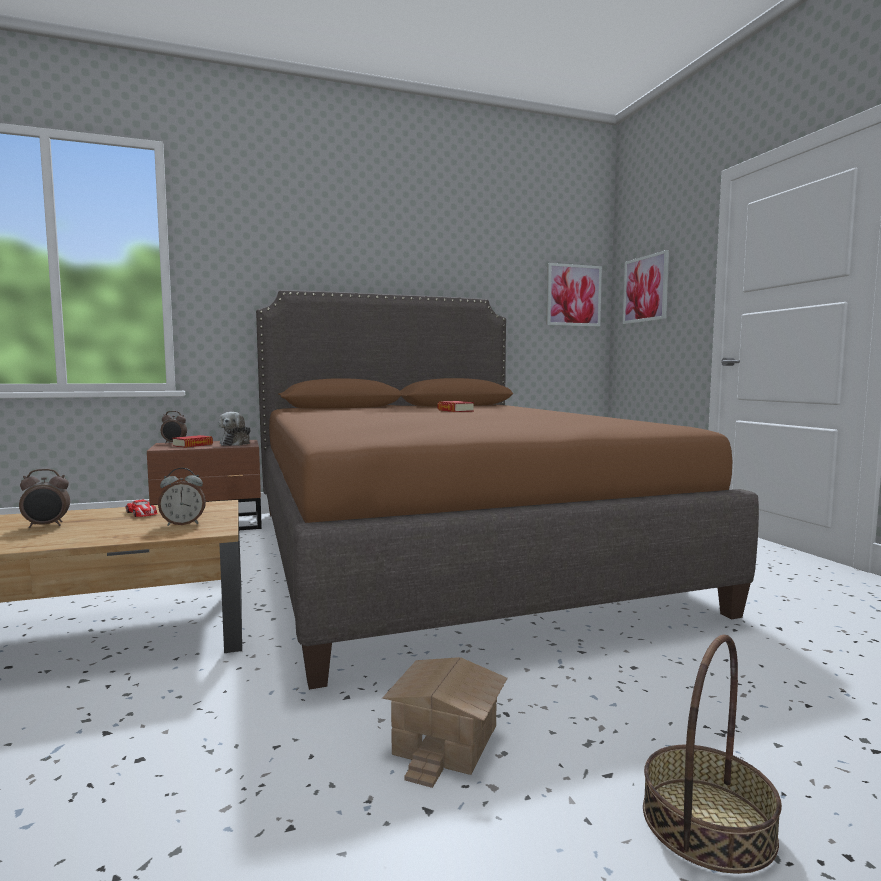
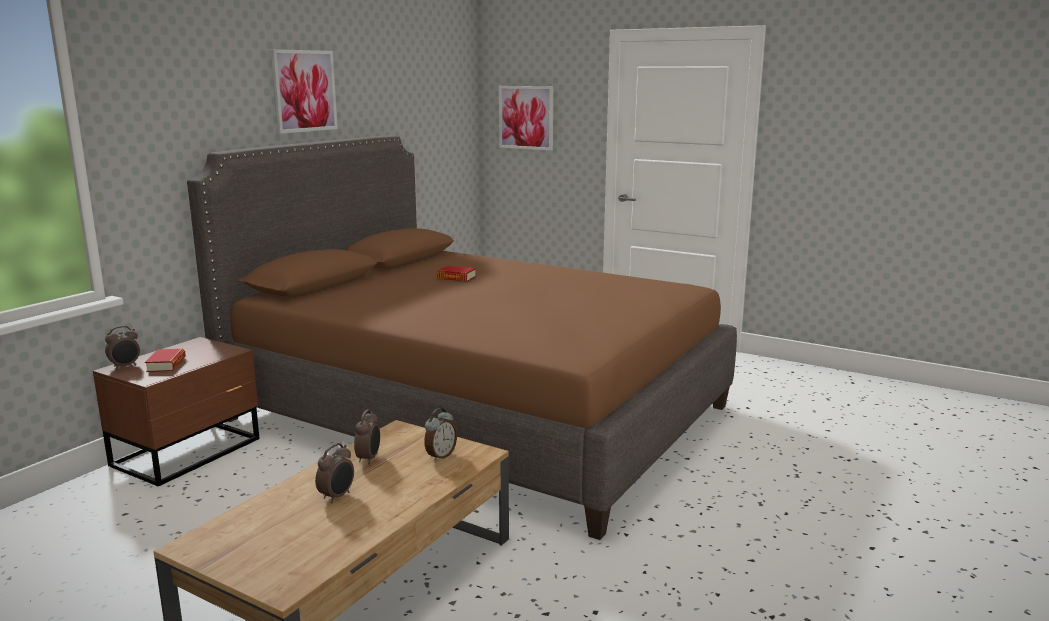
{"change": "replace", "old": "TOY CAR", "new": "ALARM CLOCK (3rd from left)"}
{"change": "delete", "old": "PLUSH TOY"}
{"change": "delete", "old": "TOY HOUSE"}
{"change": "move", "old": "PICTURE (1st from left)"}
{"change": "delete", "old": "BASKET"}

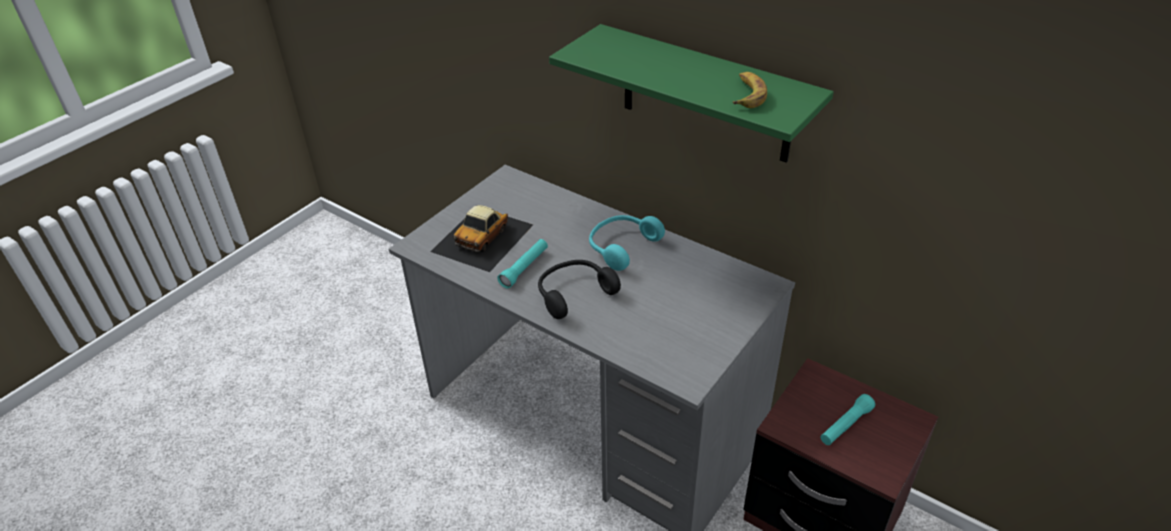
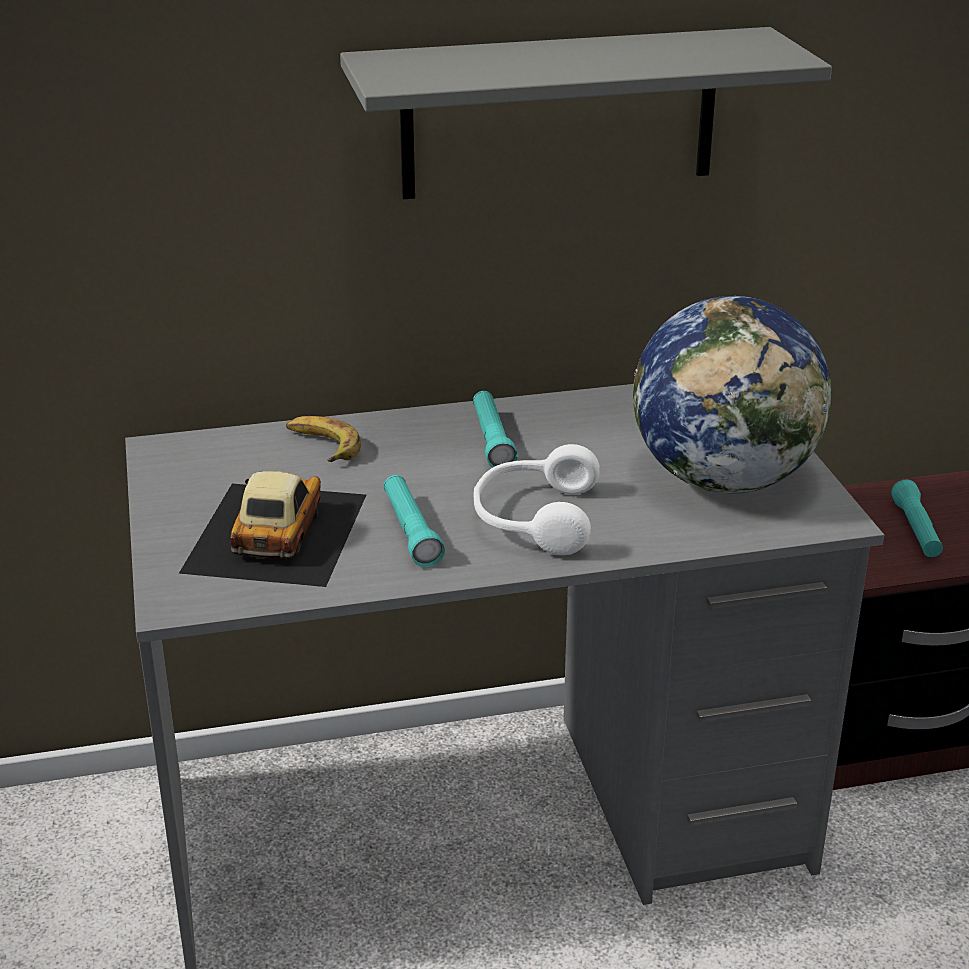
{"change": "rotate", "old": "TOY CAR", "degrees": -150}
{"change": "recolor", "old": "BLACK HEADPHONES", "new": "WHITE HEADPHONES"}
{"change": "recolor", "old": "GREEN SHELF", "new": "GREY SHELF"}
{"change": "replace", "old": "TURQUOISE HEADPHONES", "new": "TURQUOISE FLASHLIGHT (2nd from left)"}
{"change": "move", "old": "BANANA"}
{"change": "insert", "new": "GLOBE"}

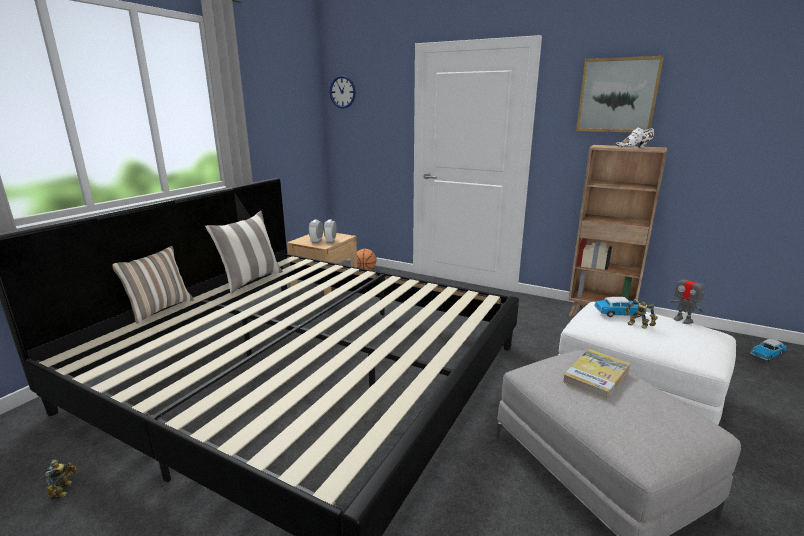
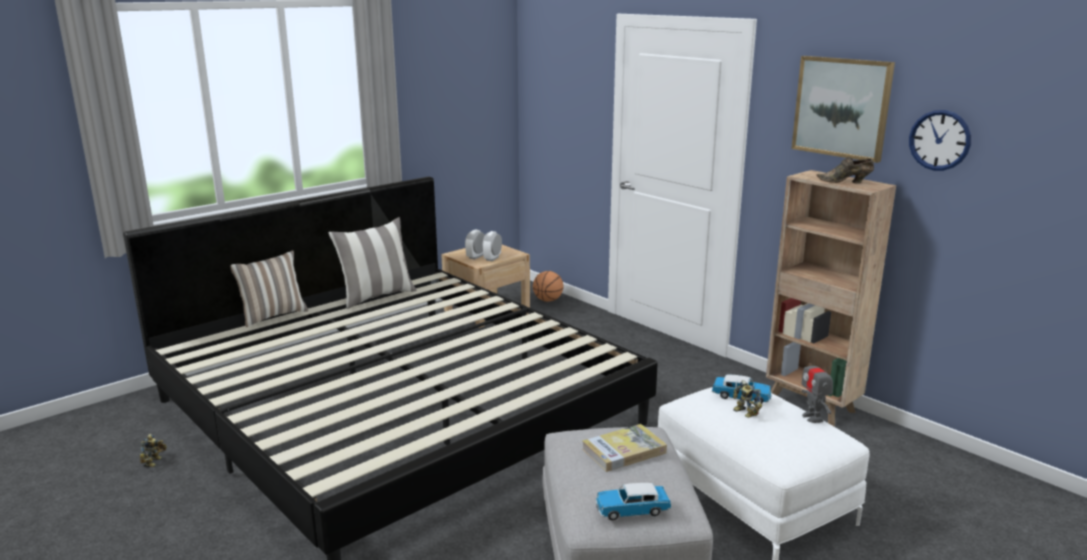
{"change": "move", "old": "WALL CLOCK"}
{"change": "recolor", "old": "WHITE SHOE", "new": "BROWN SHOE"}
{"change": "move", "old": "TOY CAR (2nd from left in the first image)", "new": "TOY CAR (1st from left)"}

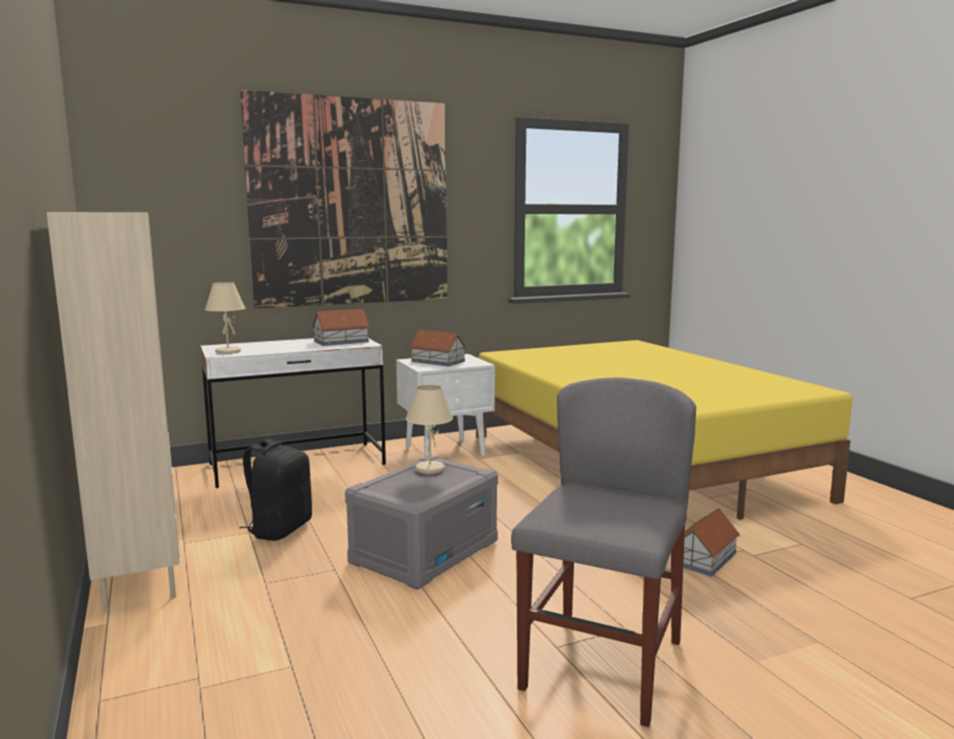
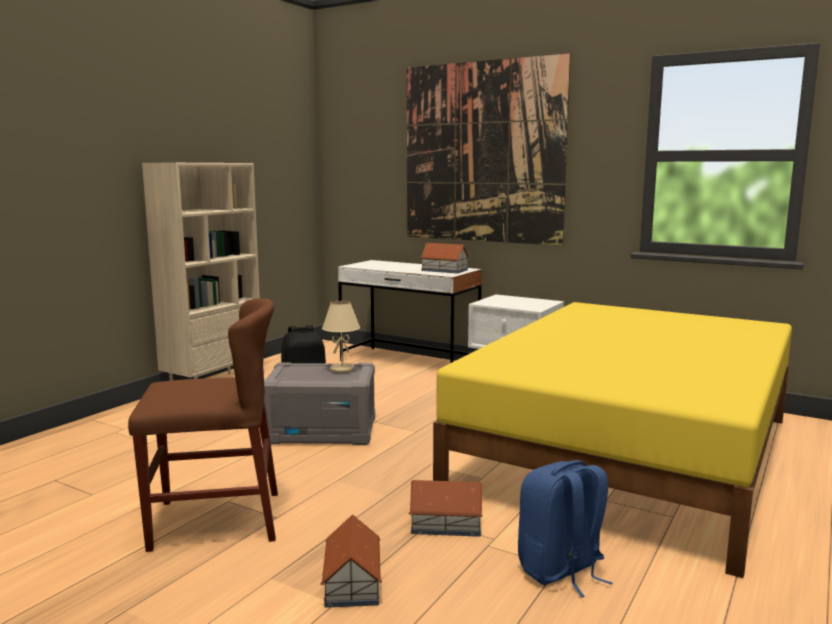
{"change": "delete", "old": "BEIGE TABLE LAMP (1st from left)"}
{"change": "move", "old": "TOY HOUSE (2nd from left in the first image)", "new": "TOY HOUSE (1st from left)"}
{"change": "recolor", "old": "GREY CHAIR", "new": "BROWN CHAIR"}
{"change": "insert", "new": "BLUE BACKPACK"}

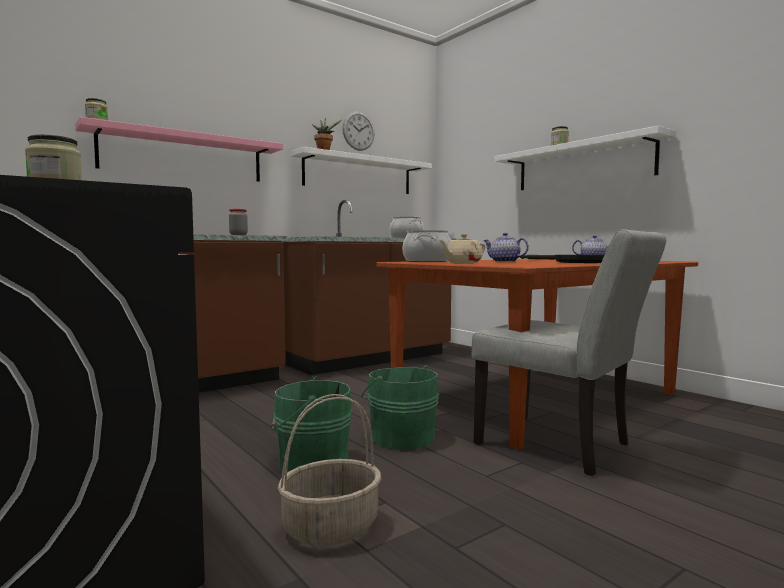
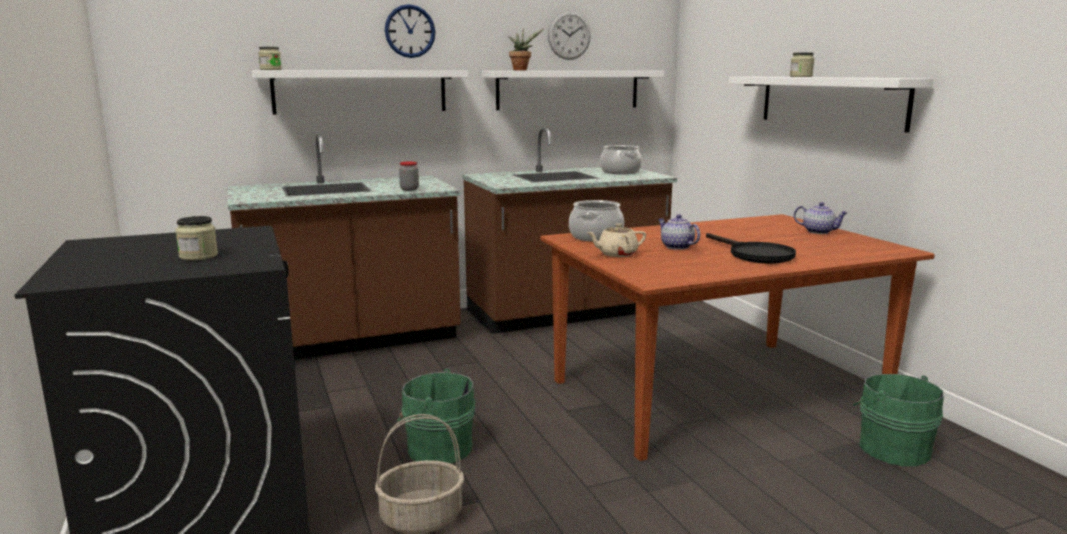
{"change": "recolor", "old": "PINK SHELF", "new": "WHITE SHELF (1st from left)"}
{"change": "move", "old": "GREEN BUCKET (2nd from left)"}
{"change": "delete", "old": "GREY CHAIR"}
{"change": "insert", "new": "WALL CLOCK (1st from left)"}

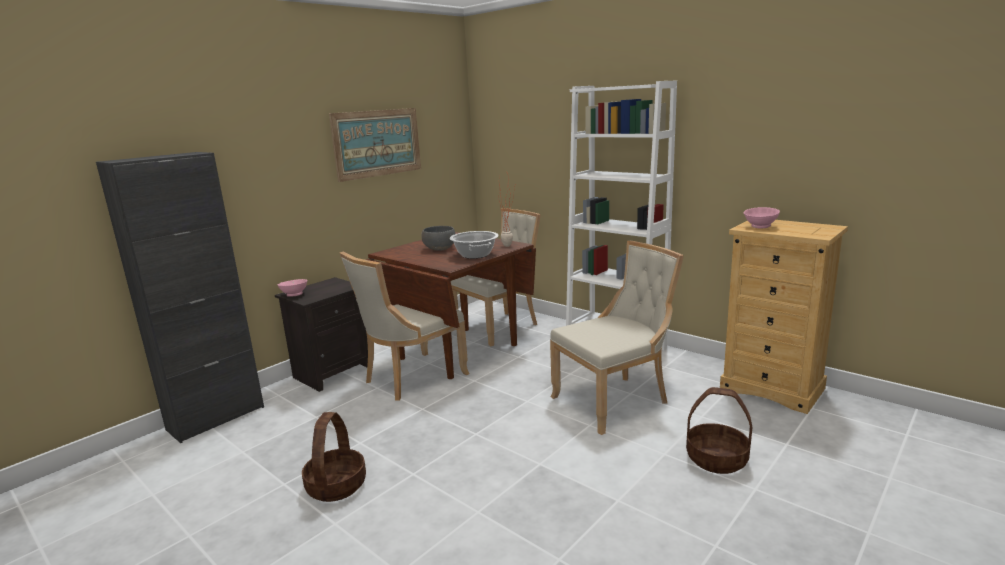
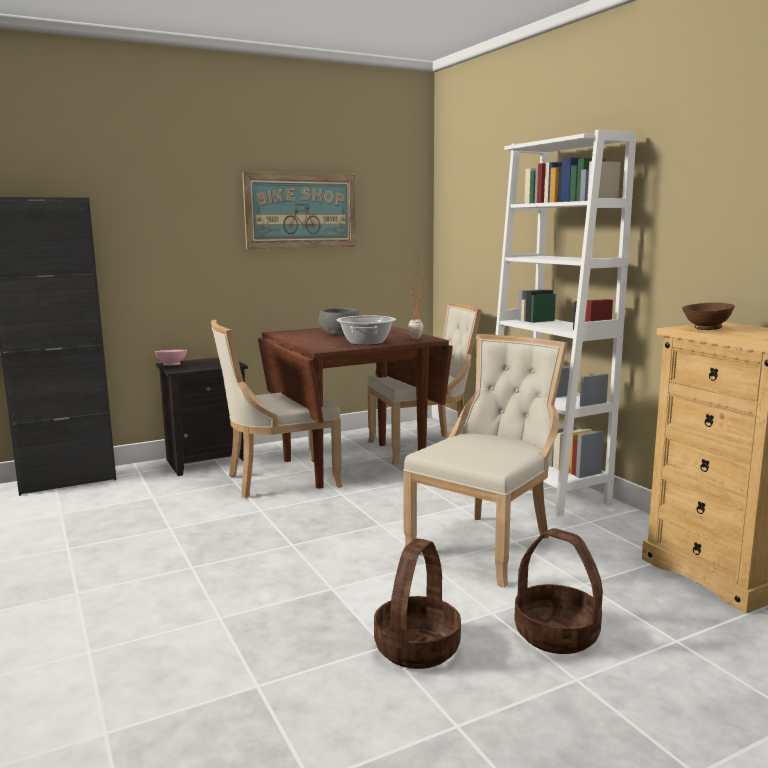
{"change": "move", "old": "BASKET (1st from left)"}
{"change": "rotate", "old": "BEIGE CHAIR (3rd from left)", "degrees": -45}
{"change": "recolor", "old": "PINK BOWL (2nd from left)", "new": "BROWN BOWL"}

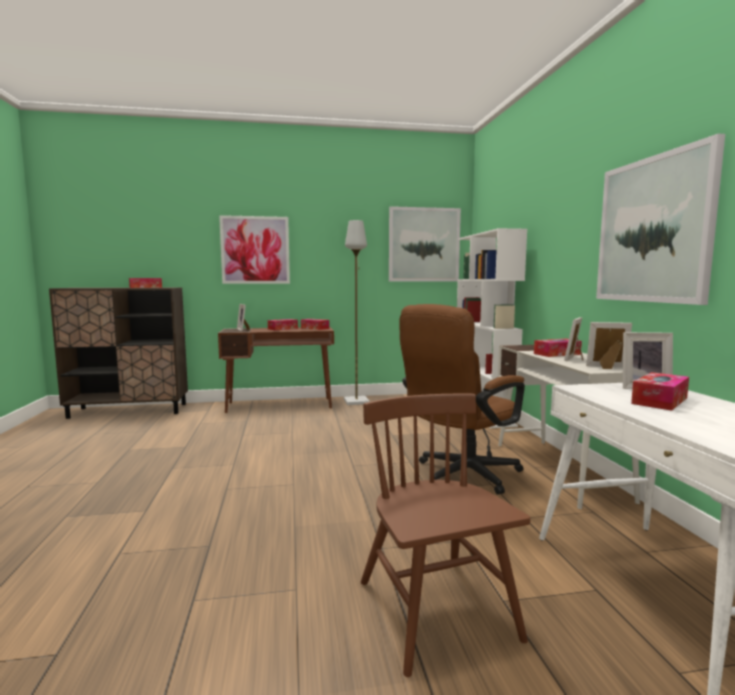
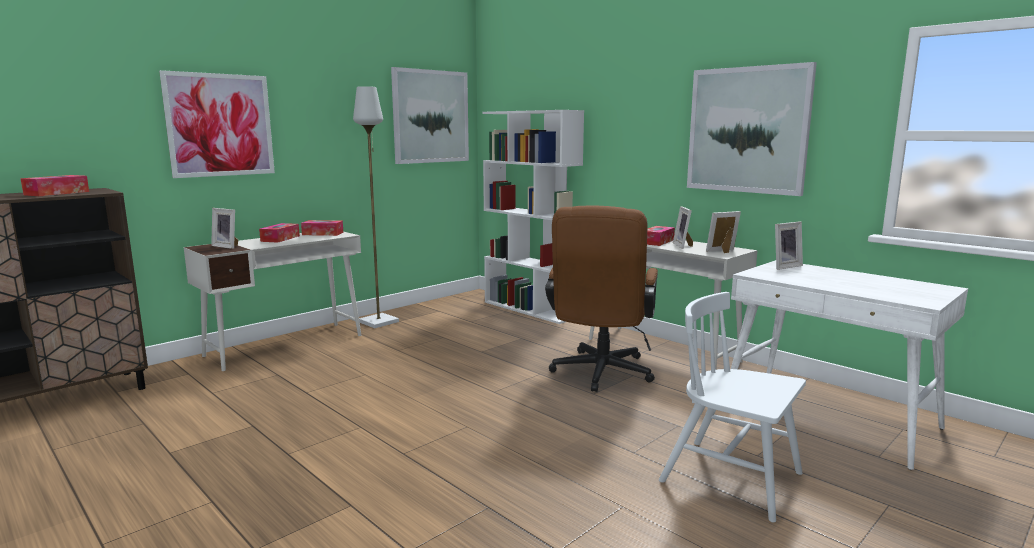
{"change": "recolor", "old": "BROWN DESK", "new": "WHITE DESK (1st from left)"}
{"change": "recolor", "old": "BROWN CHAIR", "new": "WHITE CHAIR"}
{"change": "delete", "old": "TISSUE BOX (5th from left)"}

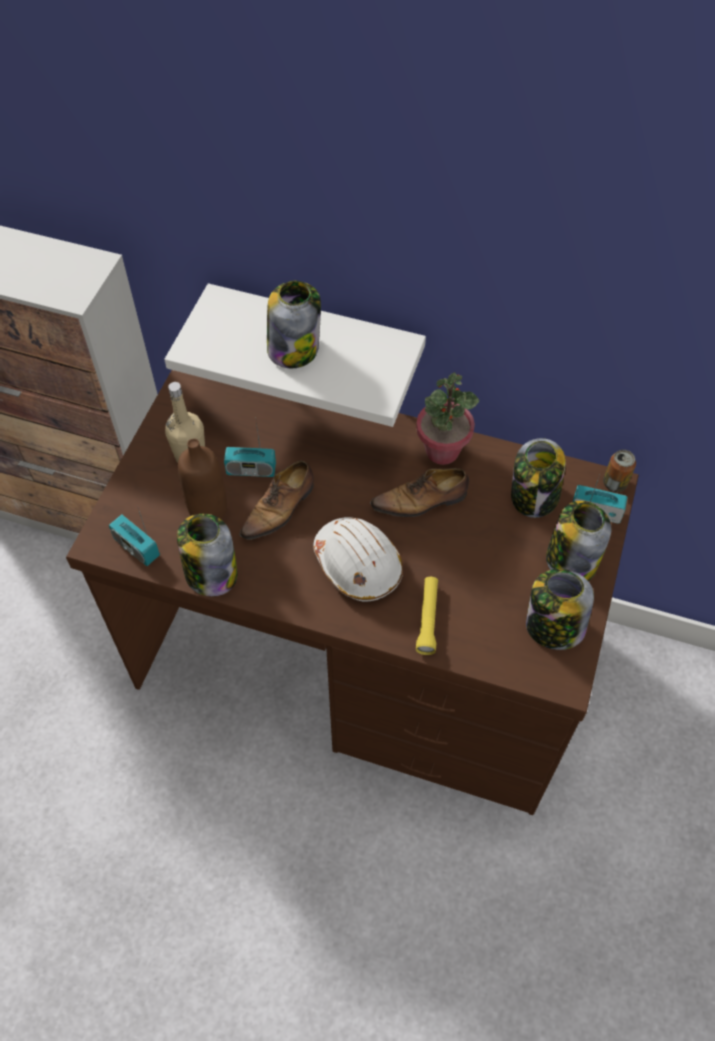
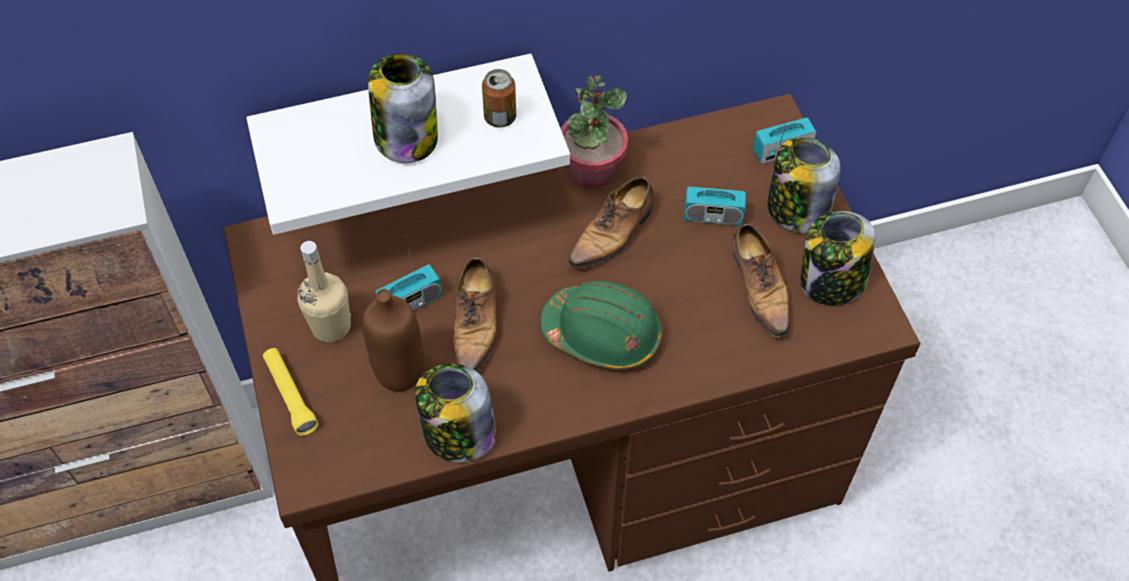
{"change": "move", "old": "RADIO (1st from left in the first image)", "new": "RADIO (2nd from left)"}
{"change": "recolor", "old": "WHITE HARD HAT", "new": "GREEN HARD HAT"}
{"change": "move", "old": "YELLOW FLASHLIGHT"}
{"change": "delete", "old": "JAR (3rd from left)"}
{"change": "move", "old": "CAN"}
{"change": "insert", "new": "SHOE (3rd from left)"}

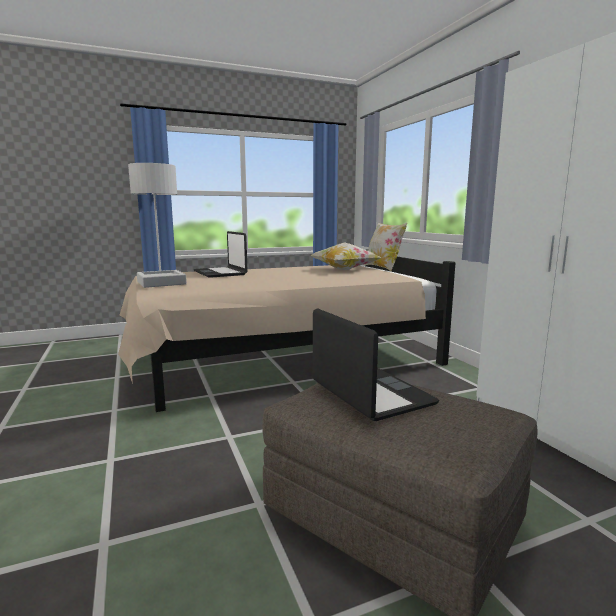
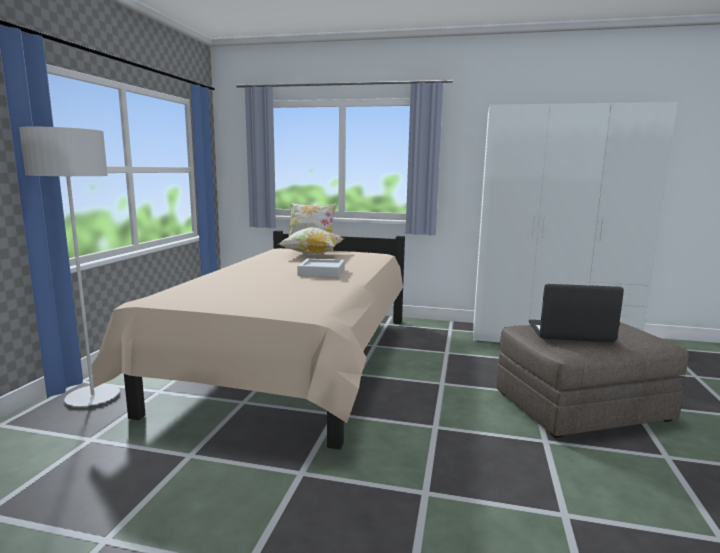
{"change": "move", "old": "GREY TRAY"}
{"change": "delete", "old": "LAPTOP (1st from left)"}

